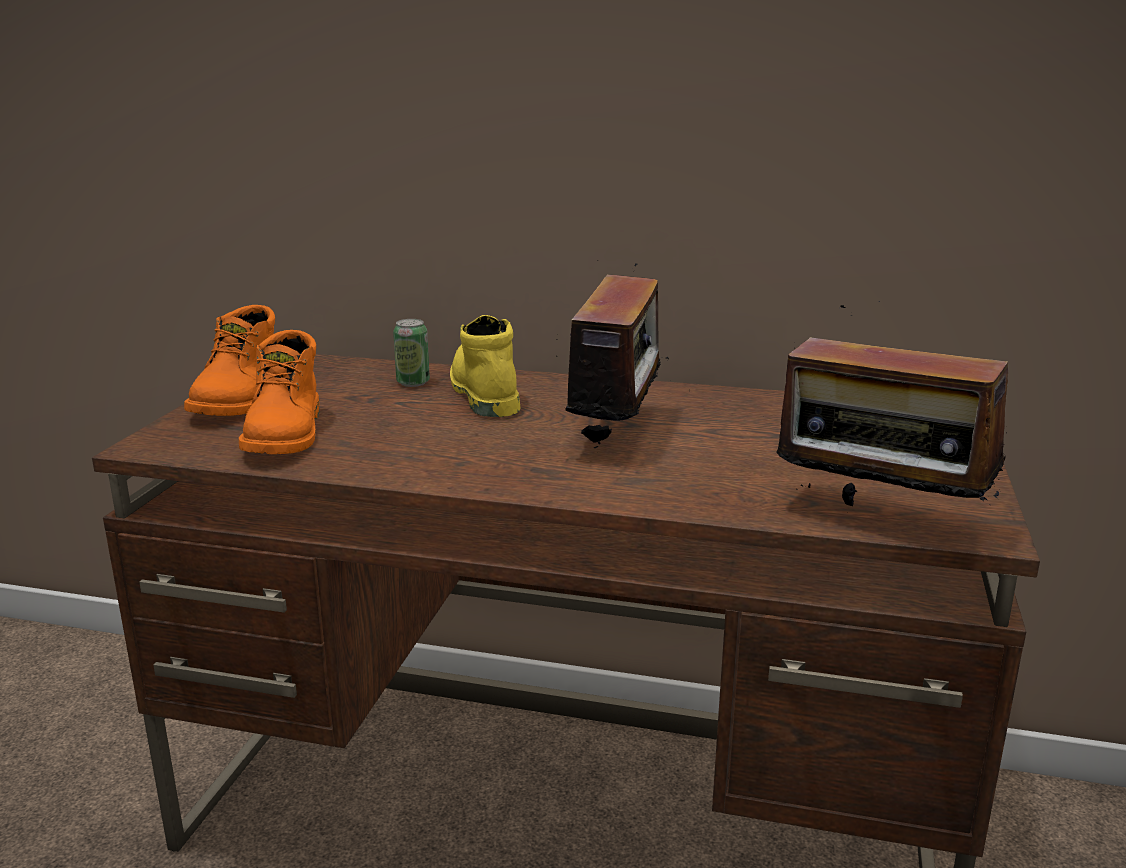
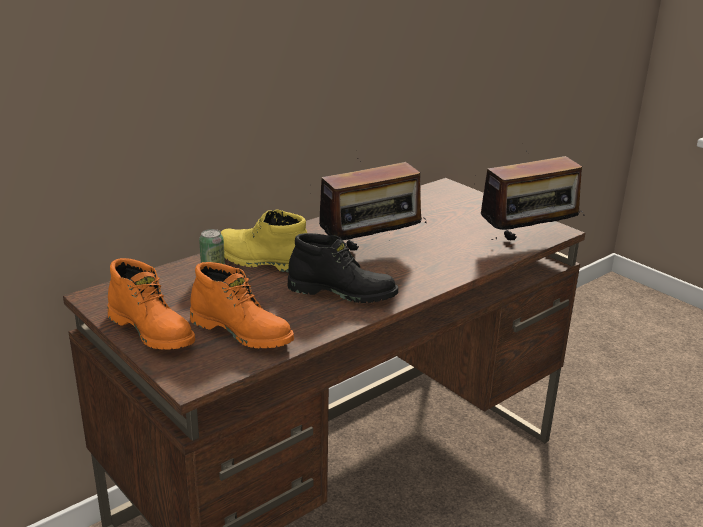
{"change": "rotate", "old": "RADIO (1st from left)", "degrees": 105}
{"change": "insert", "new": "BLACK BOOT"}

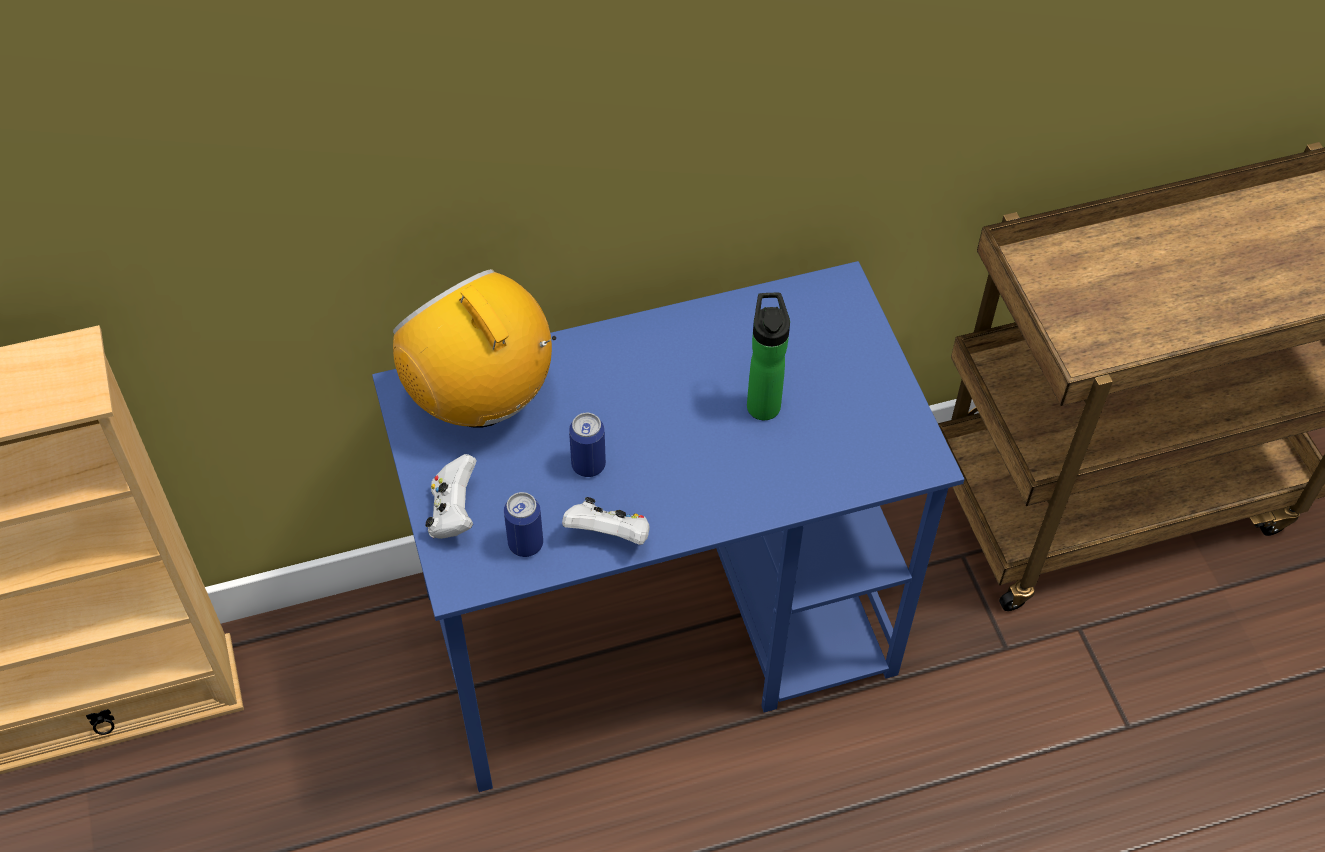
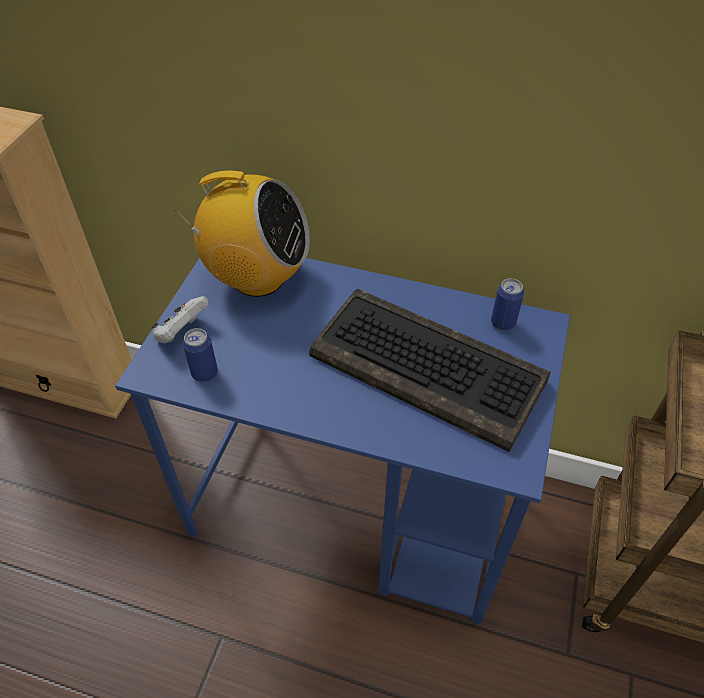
{"change": "rotate", "old": "RADIO", "degrees": 105}
{"change": "delete", "old": "WHITE GAME CONTROLLER (2nd from left)"}
{"change": "move", "old": "CAN (2nd from left)"}
{"change": "replace", "old": "BOTTLE", "new": "KEYBOARD"}

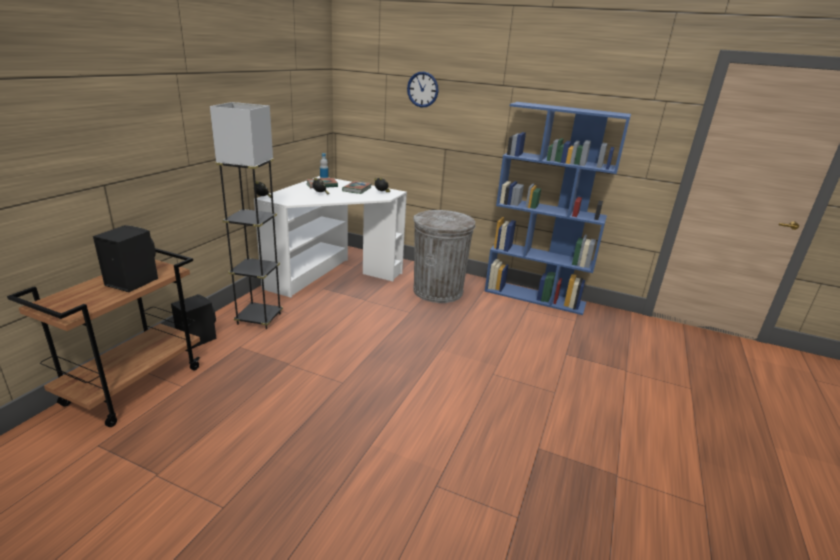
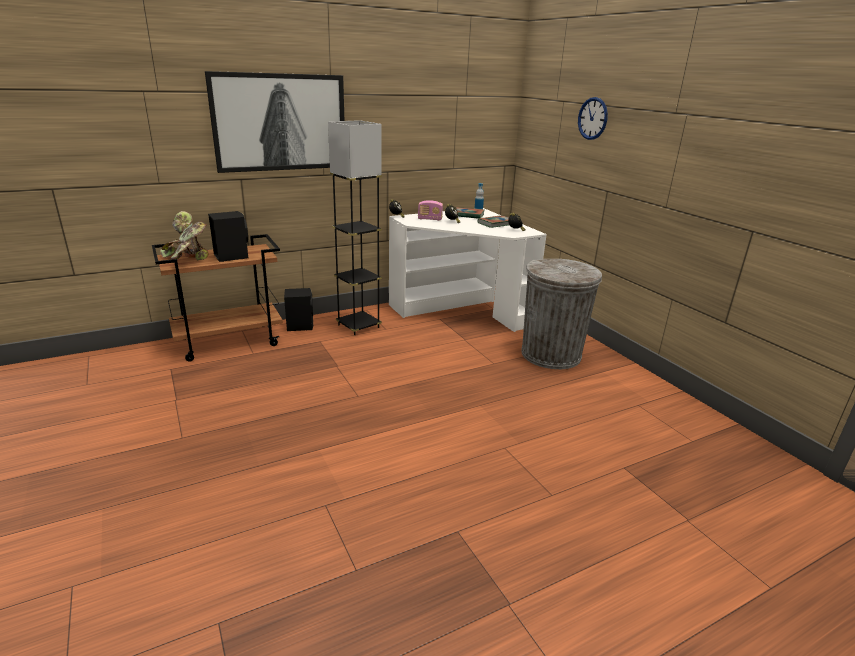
{"change": "delete", "old": "BLUE BOOKCASE"}
{"change": "insert", "new": "POTTED PLANT"}
{"change": "insert", "new": "PICTURE"}
{"change": "insert", "new": "RADIO"}

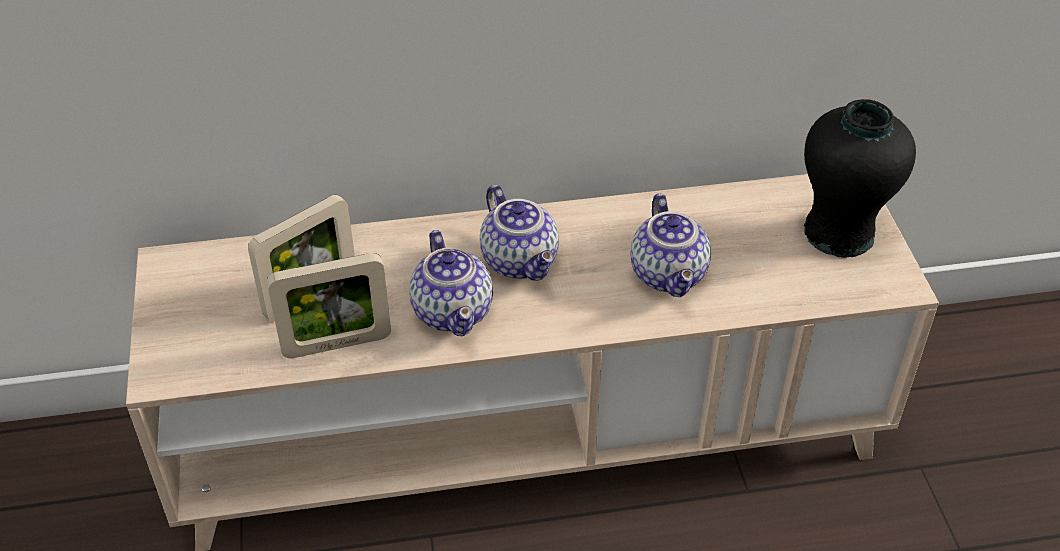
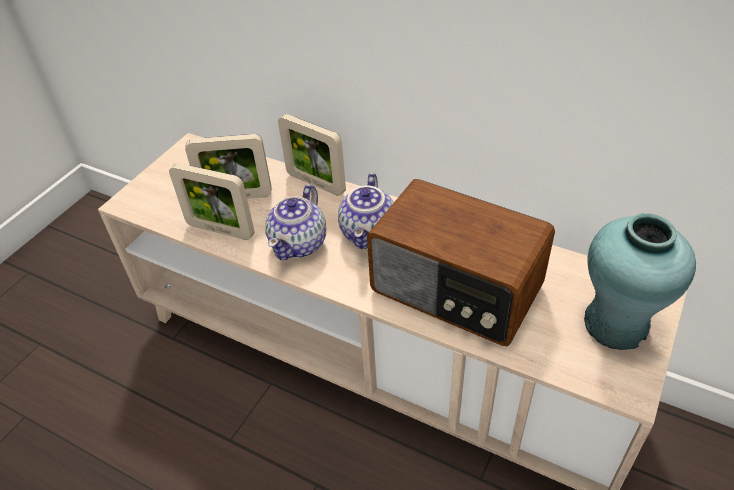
{"change": "replace", "old": "TEAPOT (3rd from left)", "new": "RADIO"}
{"change": "recolor", "old": "BLACK VASE", "new": "TURQUOISE VASE"}
{"change": "insert", "new": "PICTURE FRAME (3rd from left)"}

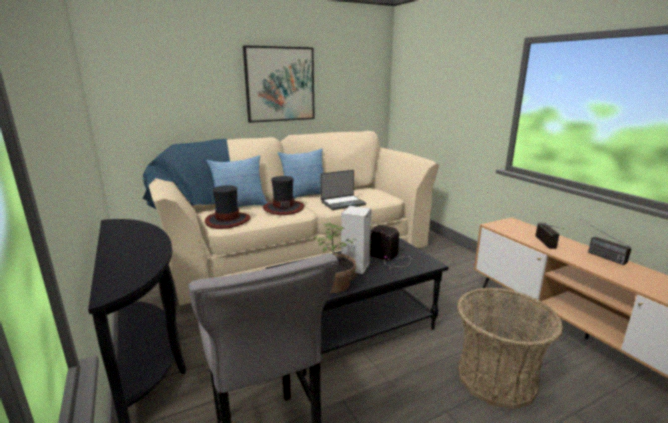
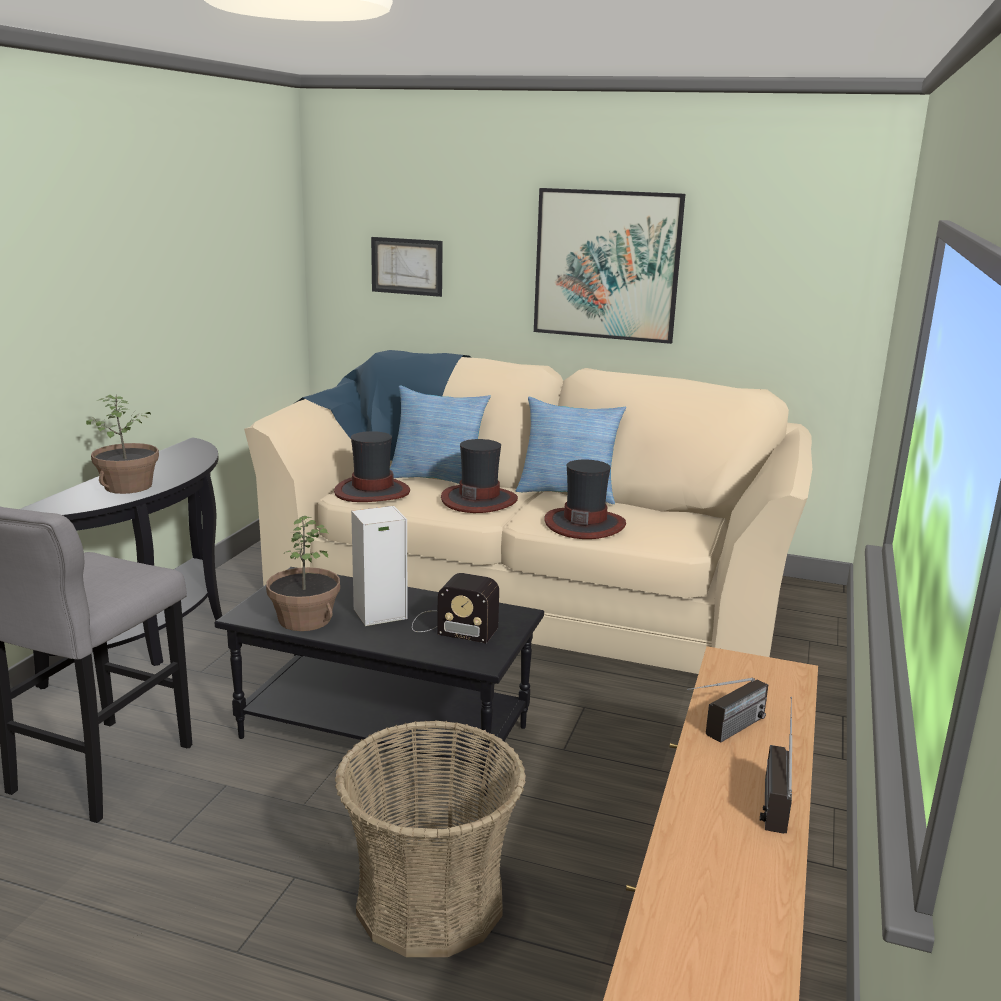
{"change": "replace", "old": "LAPTOP", "new": "HAT (3rd from left)"}
{"change": "rotate", "old": "RADIO (1st from left)", "degrees": 120}
{"change": "insert", "new": "POTTED PLANT (1st from left)"}
{"change": "insert", "new": "PICTURE (1st from left)"}

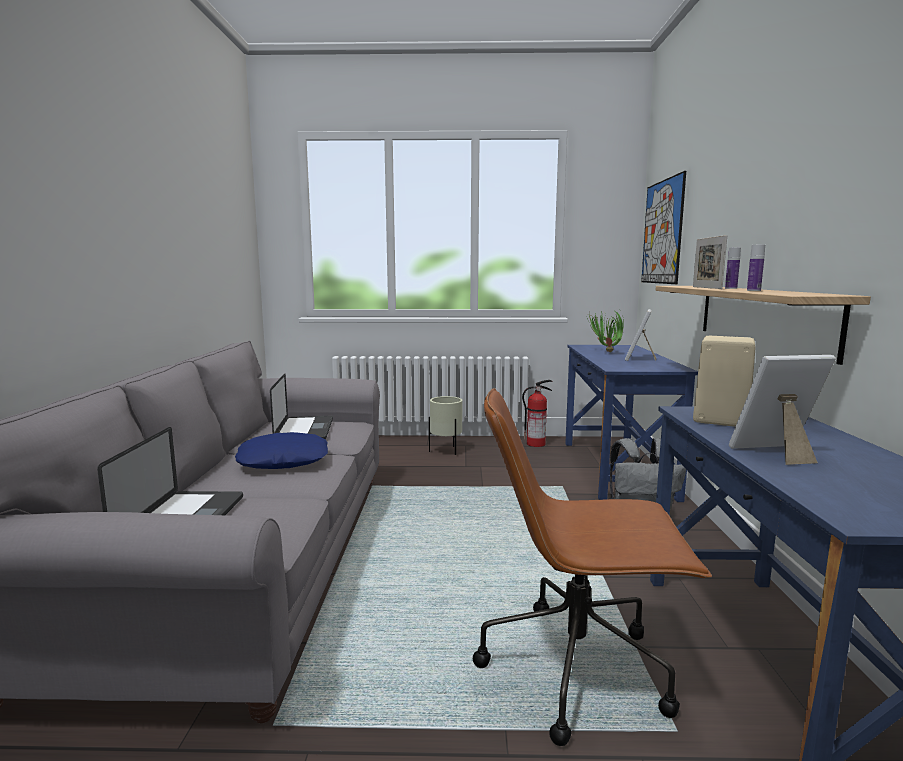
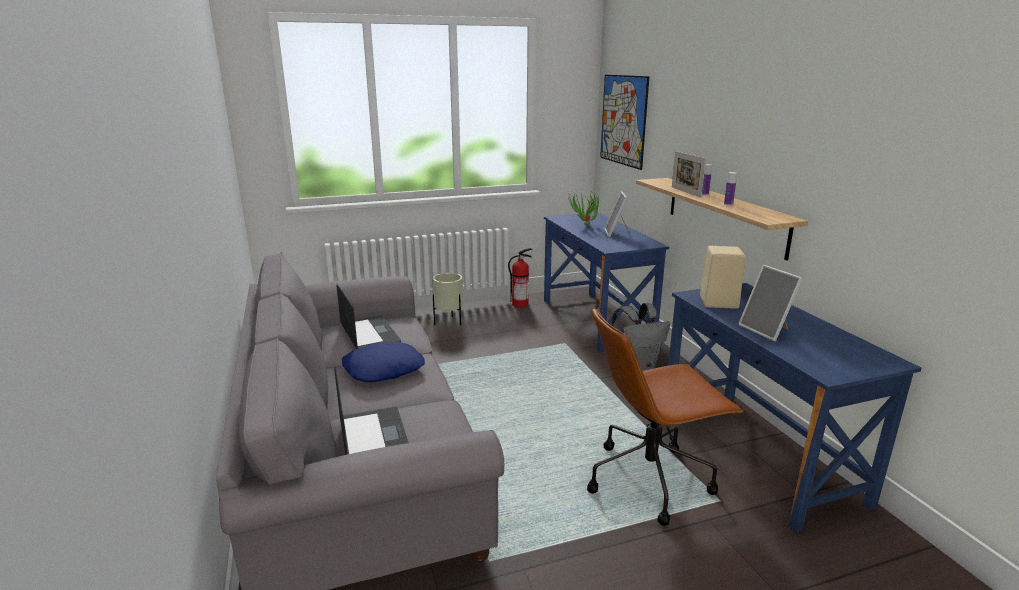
{"change": "rotate", "old": "PICTURE FRAME (3rd from left)", "degrees": -90}

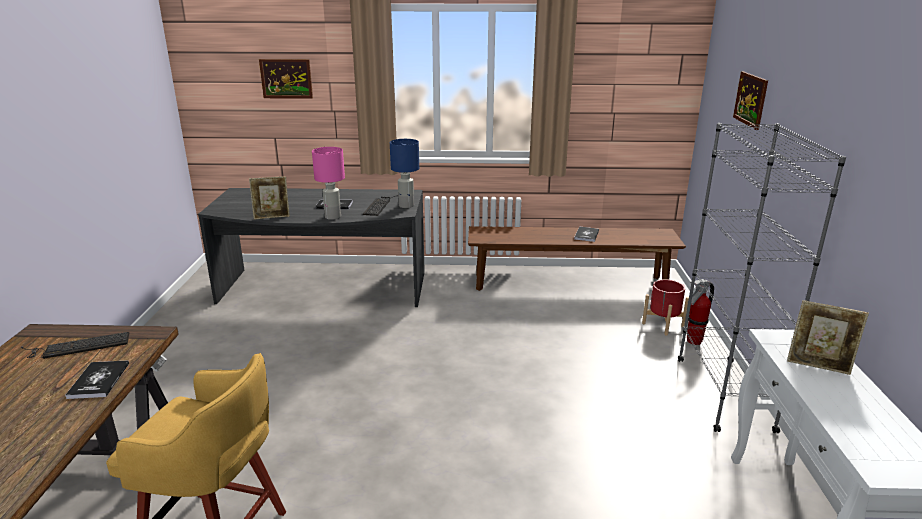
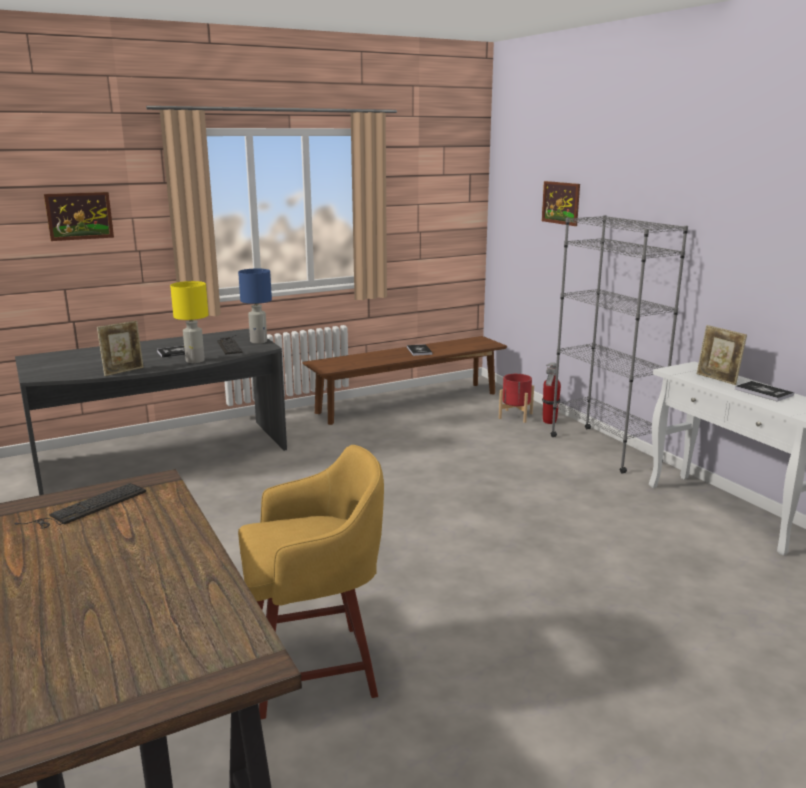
{"change": "move", "old": "BOOK (1st from left in the first image)", "new": "BOOK (3rd from left)"}
{"change": "recolor", "old": "PINK TABLE LAMP", "new": "YELLOW TABLE LAMP"}
{"change": "rotate", "old": "PICTURE FRAME (2nd from left)", "degrees": 60}

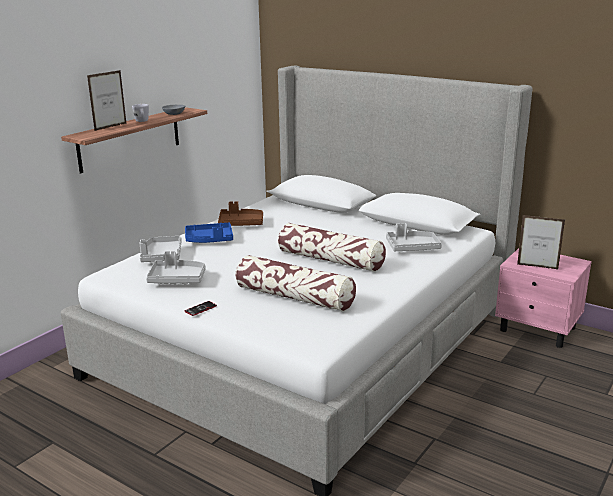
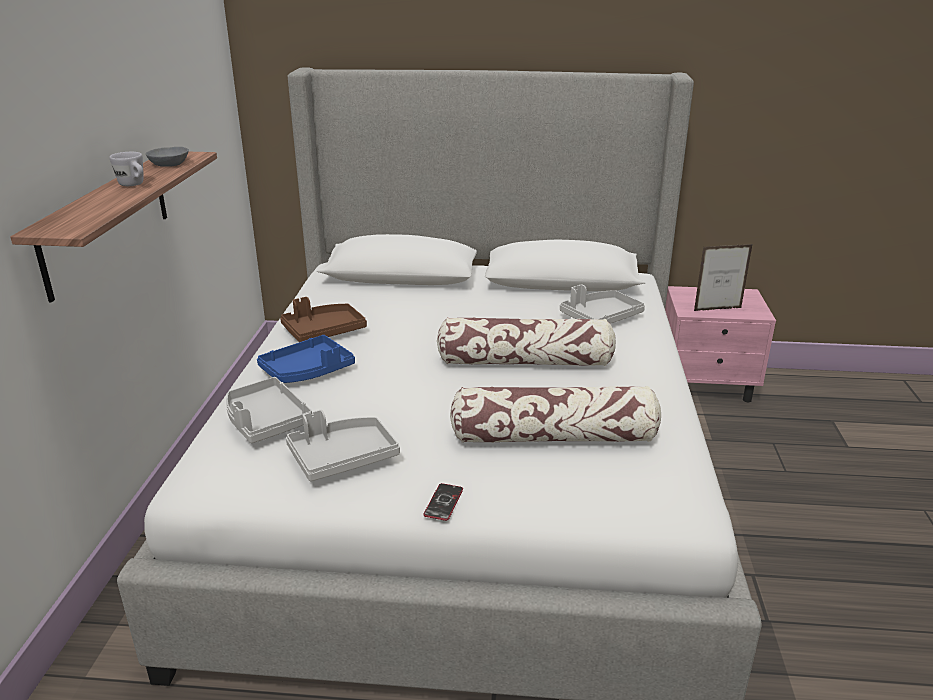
{"change": "delete", "old": "PICTURE FRAME (1st from left)"}

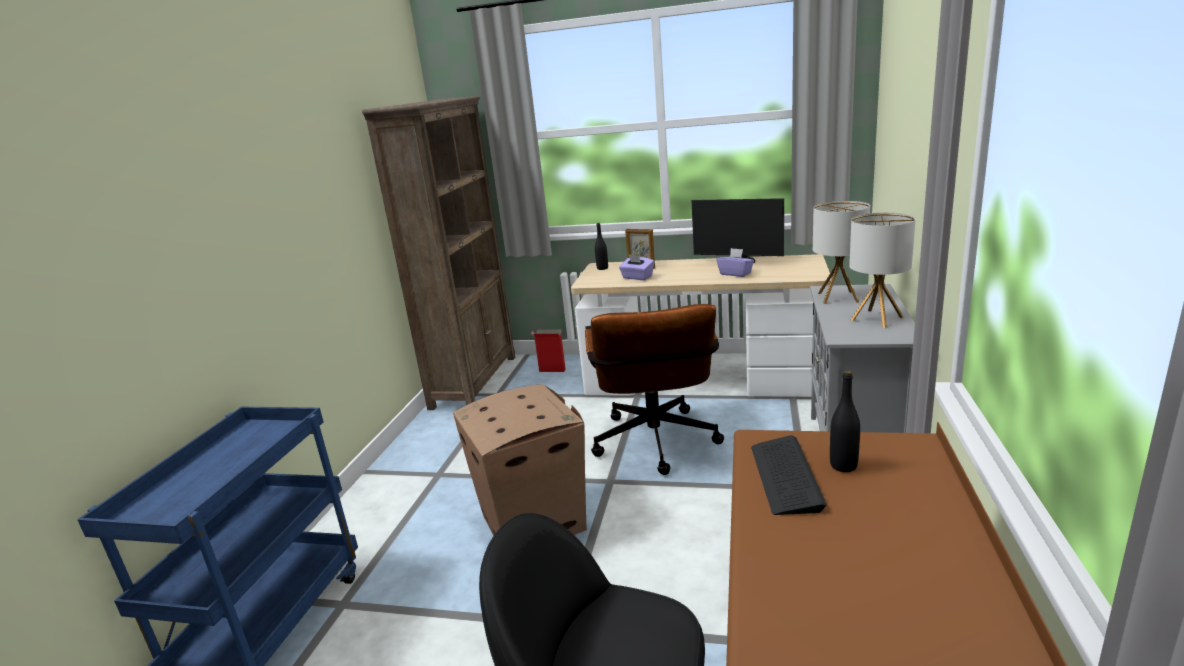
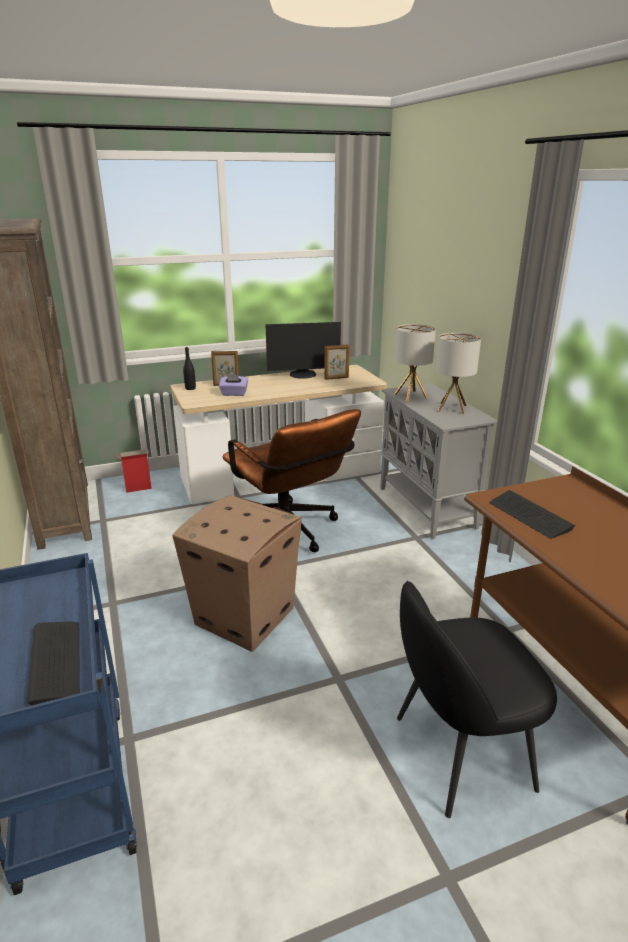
{"change": "delete", "old": "PURPLE TISSUE BOX (2nd from left)"}
{"change": "delete", "old": "BLACK BOTTLE (2nd from left)"}
{"change": "insert", "new": "KEYBOARD (1st from left)"}
{"change": "insert", "new": "PICTURE FRAME (2nd from left)"}

